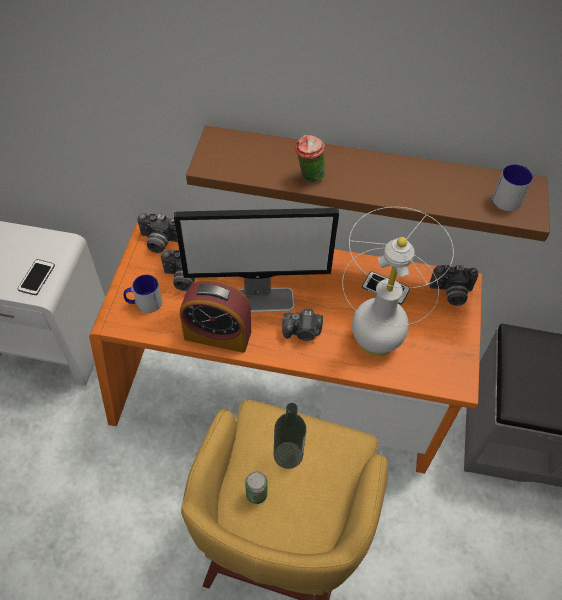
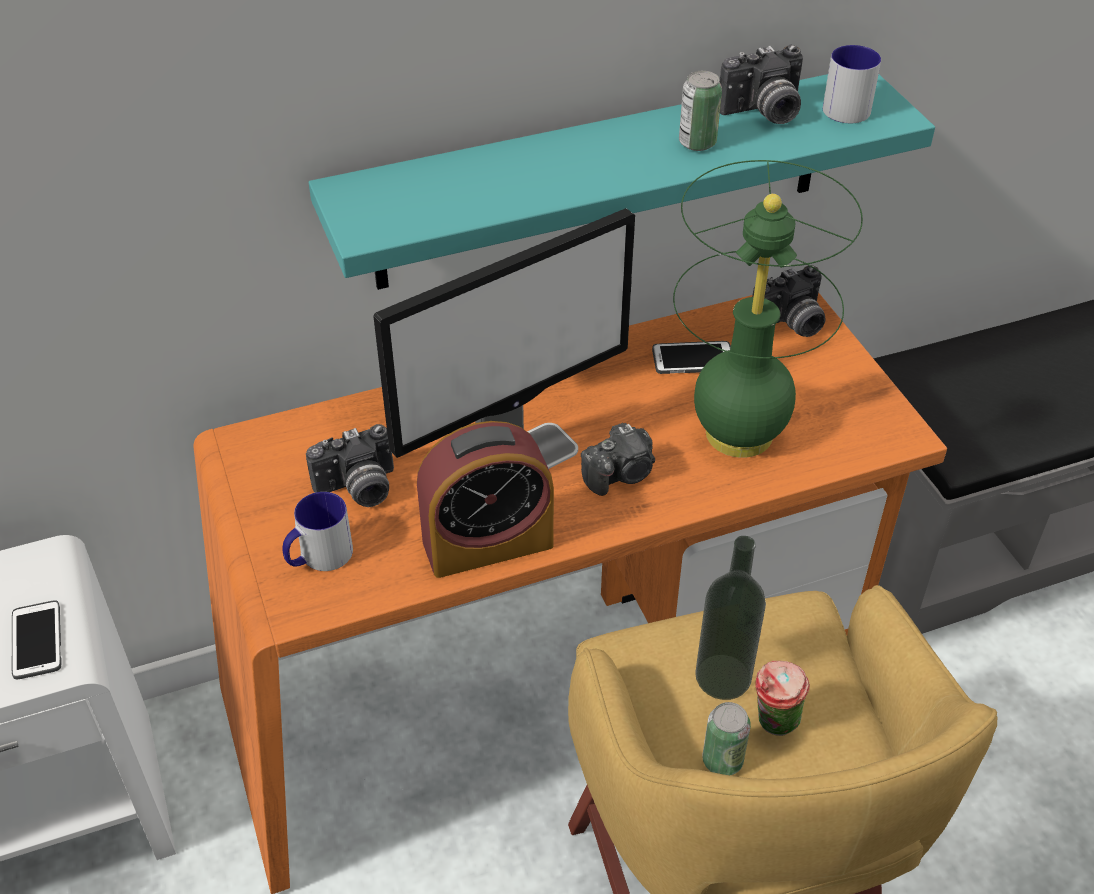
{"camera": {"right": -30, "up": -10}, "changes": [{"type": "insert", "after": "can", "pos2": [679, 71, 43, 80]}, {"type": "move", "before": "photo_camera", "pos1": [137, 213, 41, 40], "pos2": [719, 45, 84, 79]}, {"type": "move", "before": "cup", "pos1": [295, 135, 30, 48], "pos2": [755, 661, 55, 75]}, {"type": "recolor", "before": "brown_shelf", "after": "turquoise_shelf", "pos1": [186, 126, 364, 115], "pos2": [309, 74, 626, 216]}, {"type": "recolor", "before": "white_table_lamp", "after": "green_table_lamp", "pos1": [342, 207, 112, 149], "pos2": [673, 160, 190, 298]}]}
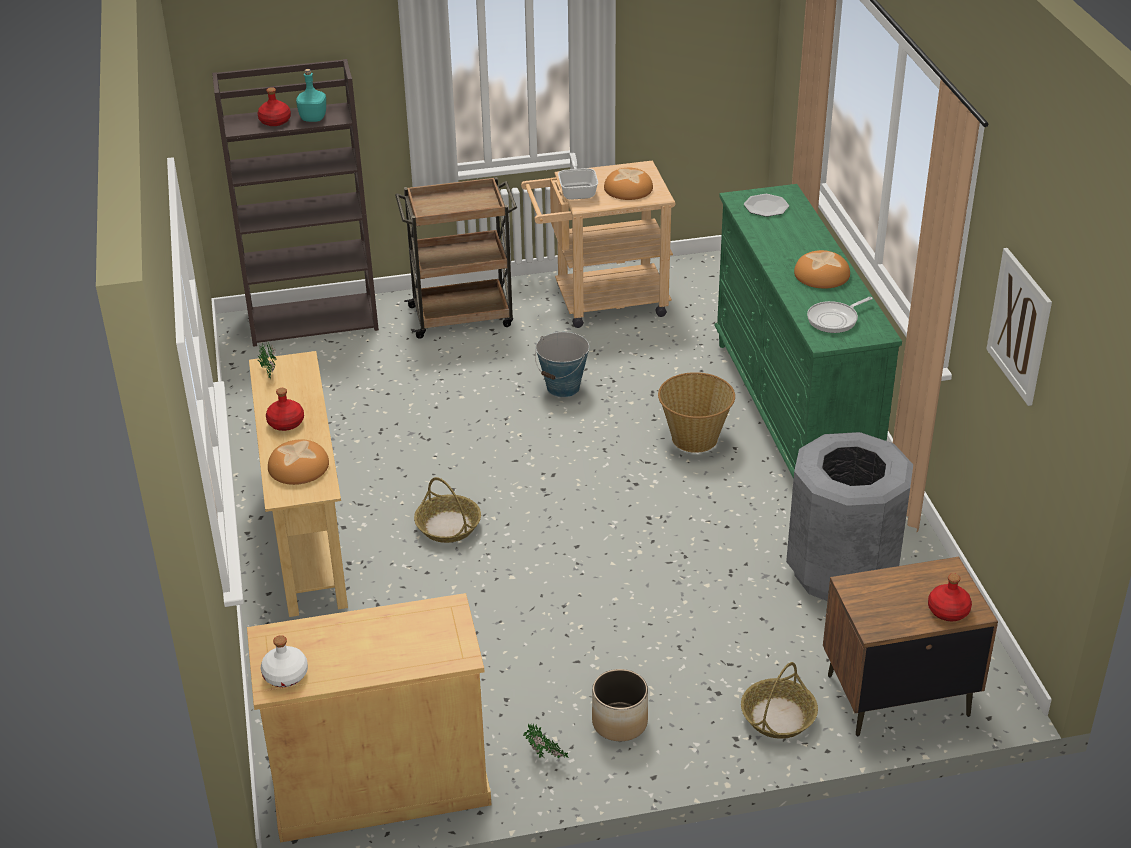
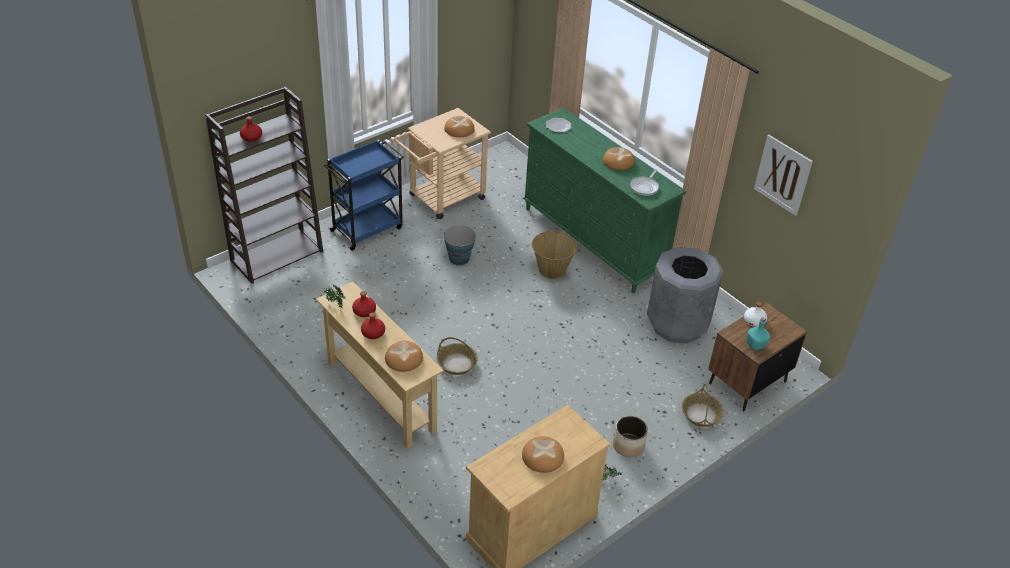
{"camera": {"right": -30, "up": 5}, "changes": [{"type": "delete", "before": "frying_pan", "pos1": [558, 153, 40, 47]}, {"type": "insert", "after": "bread", "pos2": [522, 436, 42, 37]}, {"type": "move", "before": "white_bottle", "pos1": [261, 635, 47, 52], "pos2": [744, 302, 23, 25]}, {"type": "move", "before": "turquoise_bottle", "pos1": [296, 69, 30, 53], "pos2": [747, 317, 23, 33]}, {"type": "move", "before": "red_bottle", "pos1": [928, 573, 44, 48], "pos2": [352, 291, 24, 26]}, {"type": "recolor", "before": "brown_cart", "after": "blue_cart", "pos1": [395, 177, 122, 162], "pos2": [324, 139, 80, 112]}]}
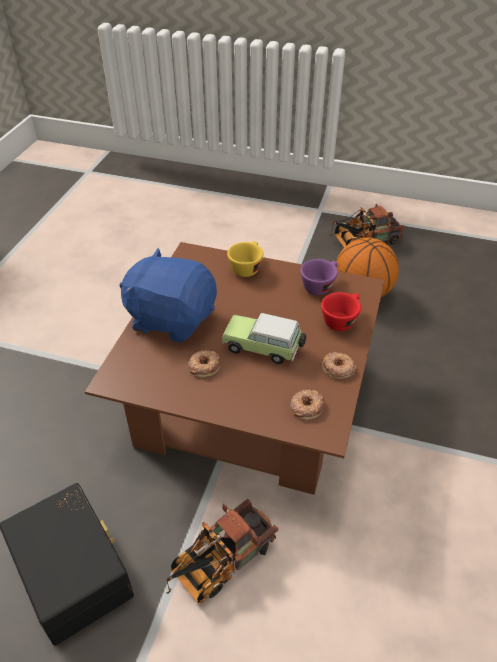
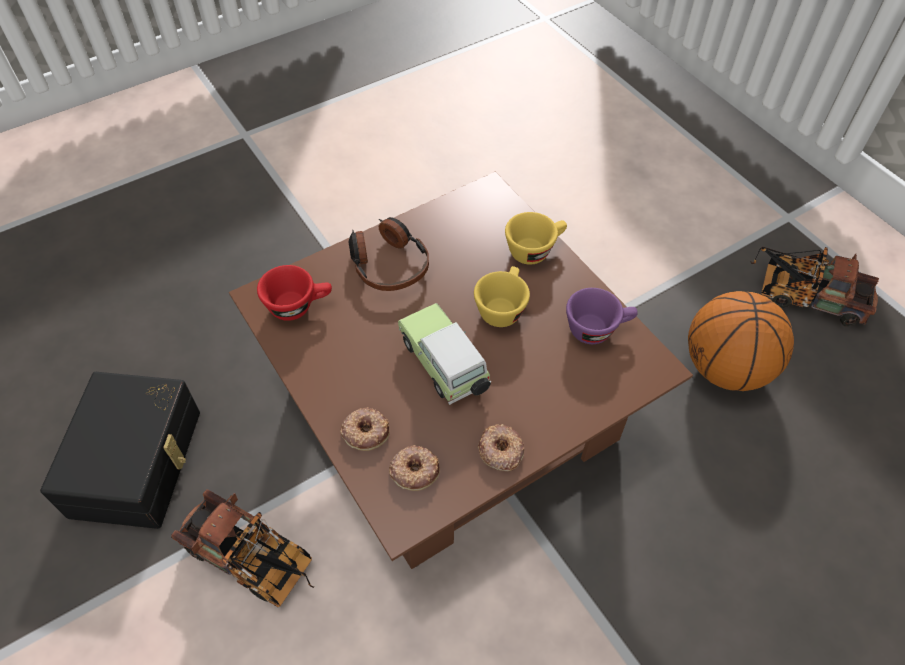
{"camera": {"right": 40, "up": 10}, "changes": [{"type": "insert", "after": "yellow_cup", "pos2": [474, 266, 56, 61]}, {"type": "move", "before": "donut", "pos1": [188, 350, 33, 28], "pos2": [340, 407, 50, 44]}, {"type": "move", "before": "red_cup", "pos1": [321, 292, 40, 39], "pos2": [257, 265, 75, 56]}, {"type": "replace", "before": "blue_plush_toy", "after": "headphones", "pos1": [120, 248, 97, 95], "pos2": [349, 217, 80, 74]}, {"type": "rotate", "before": "toy_truck", "pos1": [166, 499, 112, 105], "pos2": [171, 489, 143, 118], "turn": -150}]}
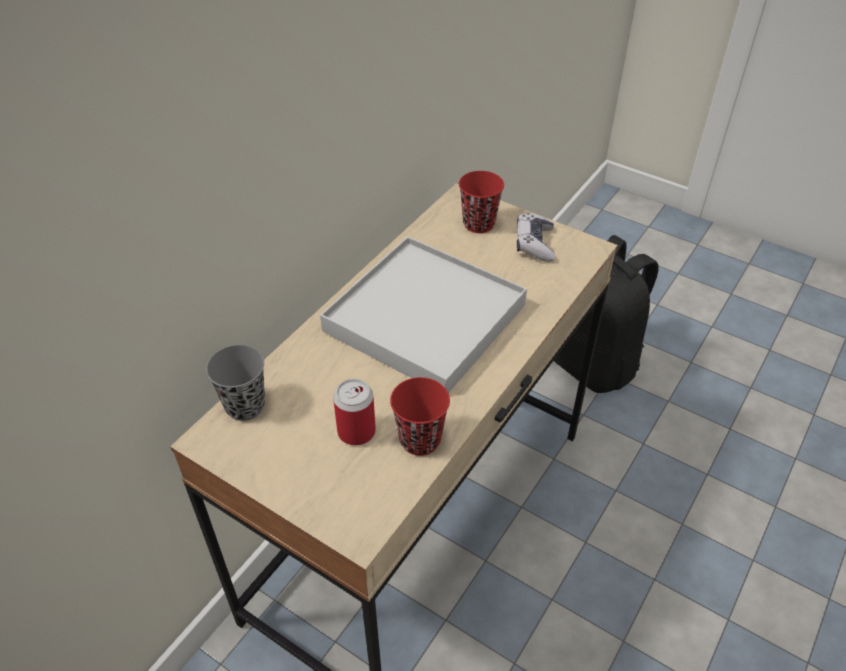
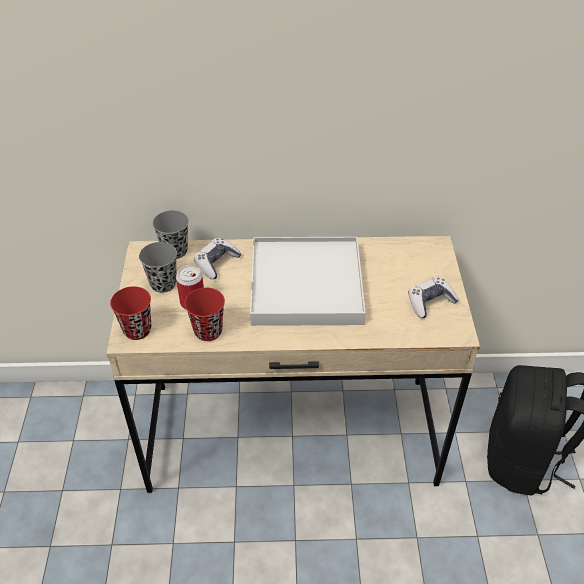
{"camera": {"right": 55, "up": 0}, "changes": [{"type": "insert", "after": "grey_cup", "pos2": [139, 242, 38, 51]}, {"type": "insert", "after": "game_controller", "pos2": [194, 238, 48, 41]}, {"type": "move", "before": "red_cup", "pos1": [459, 171, 45, 62], "pos2": [110, 286, 41, 54]}]}
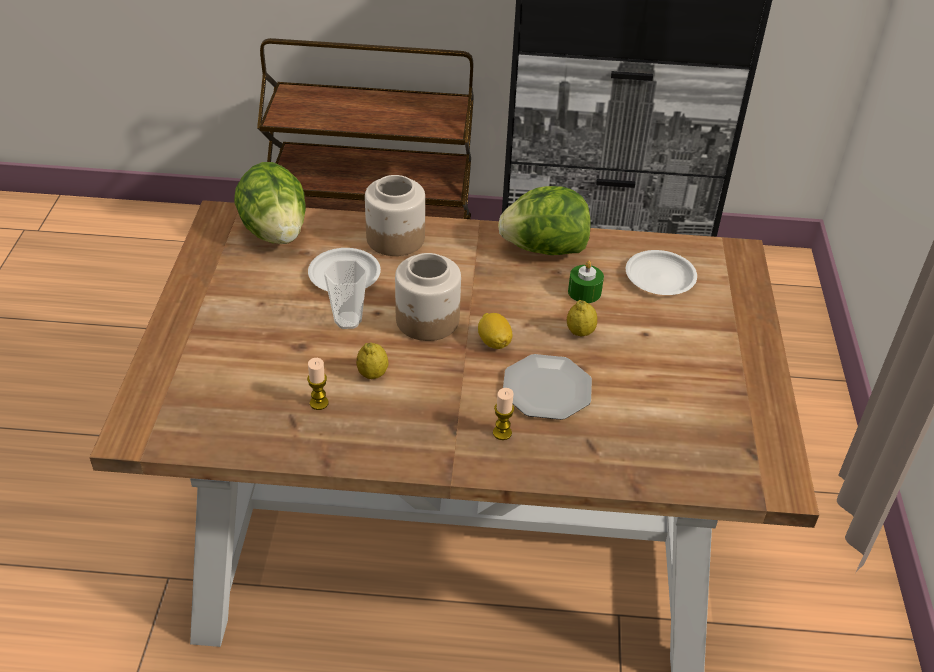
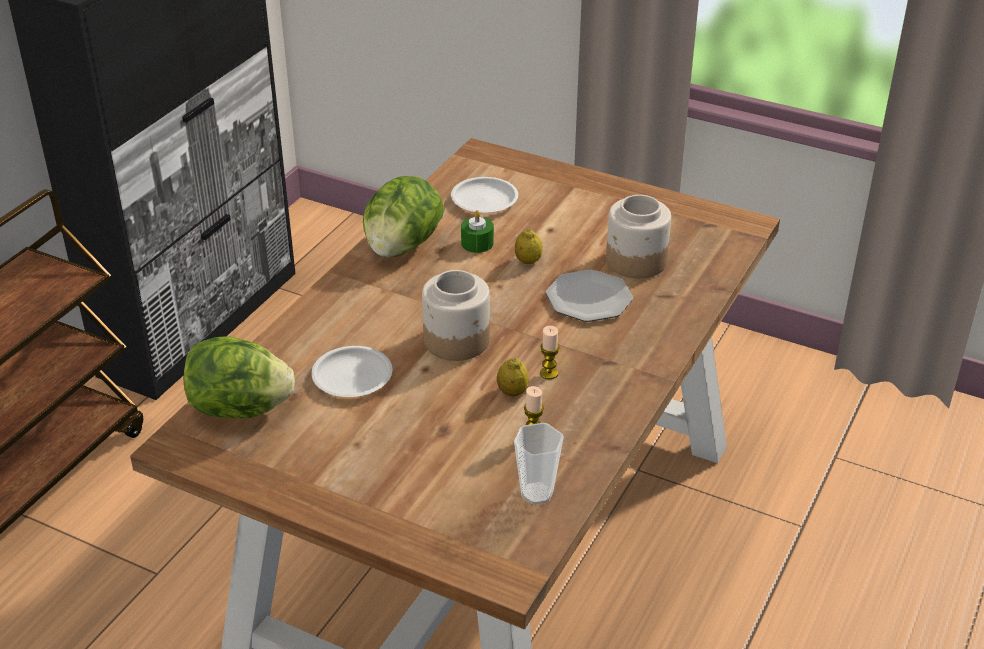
{"camera": {"right": -65, "up": -5}, "changes": [{"type": "delete", "before": "lemon", "pos1": [478, 313, 34, 36]}, {"type": "move", "before": "cup", "pos1": [324, 260, 43, 69], "pos2": [514, 423, 50, 82]}, {"type": "move", "before": "jar", "pos1": [365, 175, 60, 81], "pos2": [606, 195, 65, 84]}, {"type": "move", "before": "candle", "pos1": [493, 388, 21, 52], "pos2": [540, 326, 19, 53]}]}
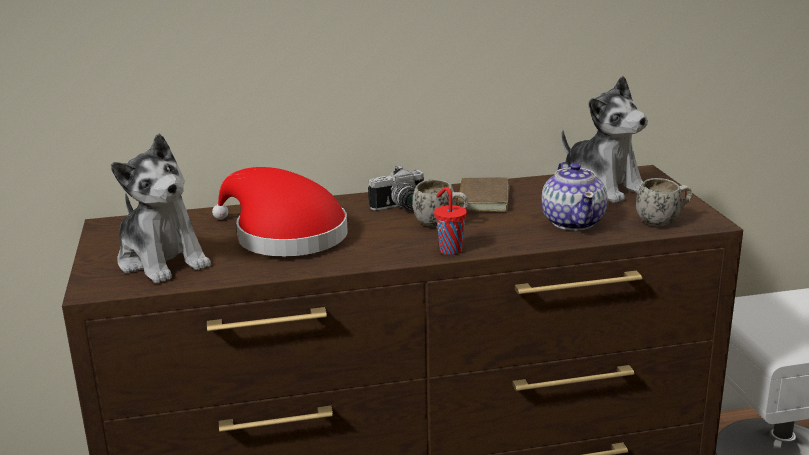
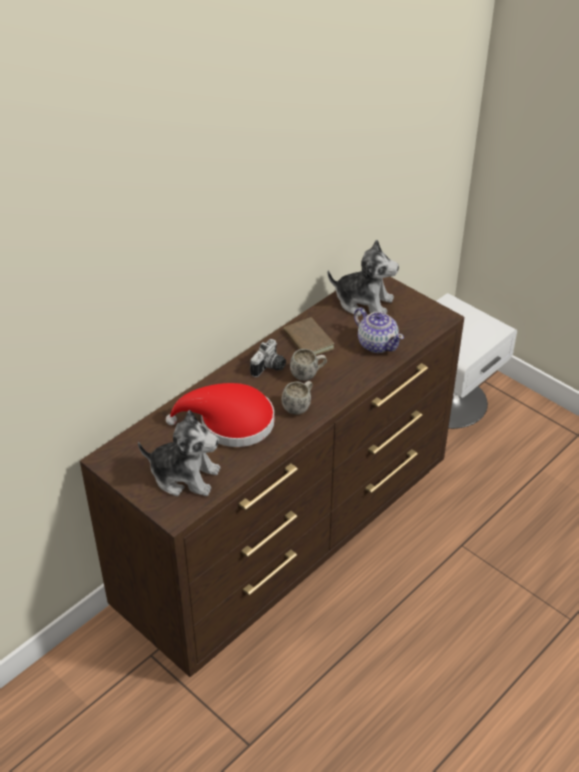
{"camera": {"right": -35, "up": 20}, "changes": [{"type": "delete", "before": "red_cup", "pos1": [434, 187, 33, 68]}, {"type": "move", "before": "white_mug", "pos1": [636, 178, 57, 48], "pos2": [282, 381, 31, 34]}]}
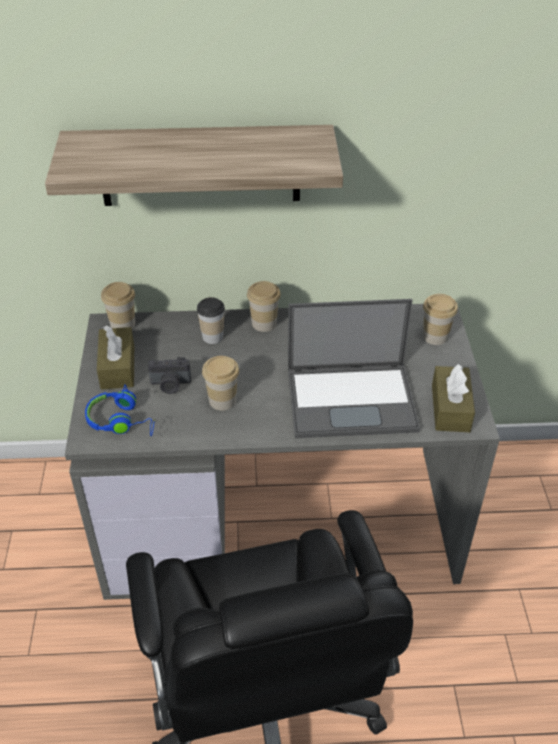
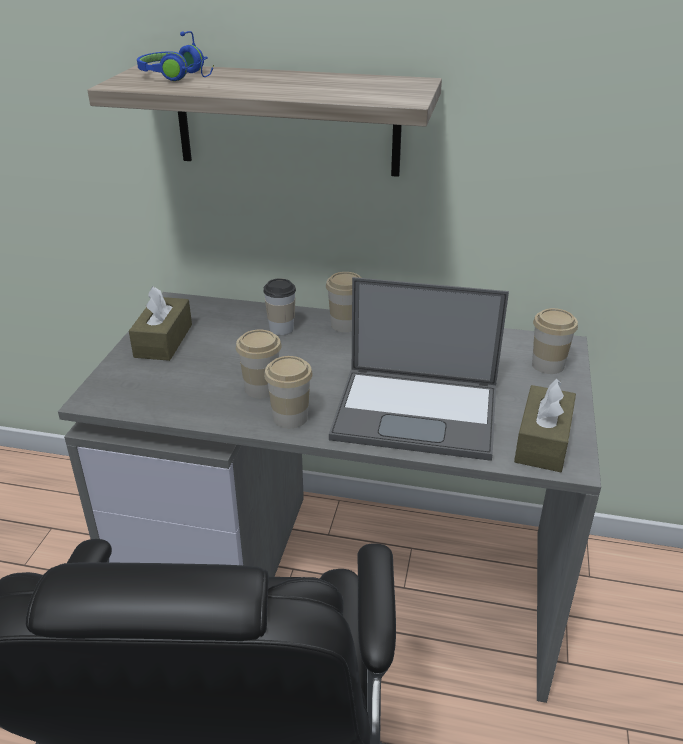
{"camera": {"right": 15, "up": -10}, "changes": [{"type": "delete", "before": "photo_camera", "pos1": [148, 357, 43, 37]}, {"type": "move", "before": "blue_headphones", "pos1": [85, 384, 70, 52], "pos2": [137, 31, 77, 50]}, {"type": "move", "before": "cup", "pos1": [101, 282, 34, 47], "pos2": [264, 356, 49, 72]}]}
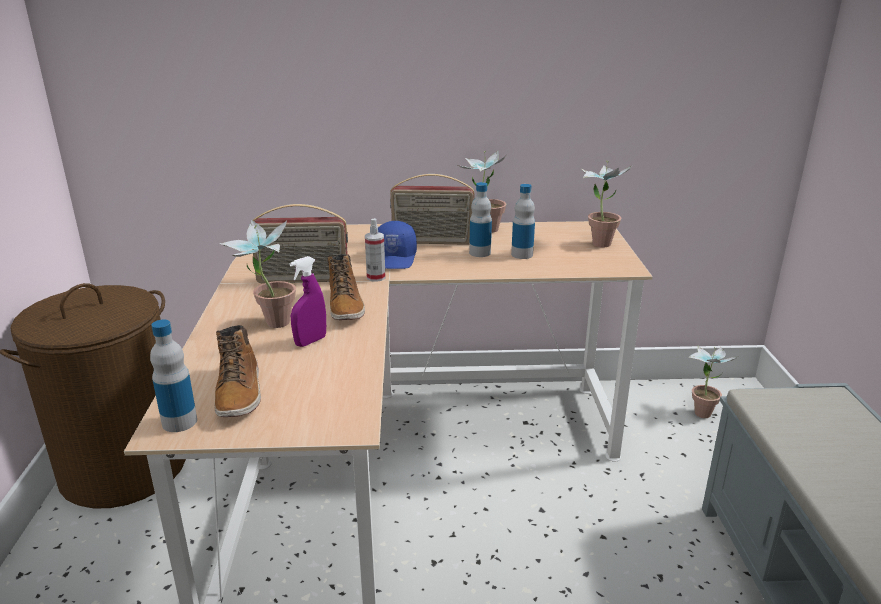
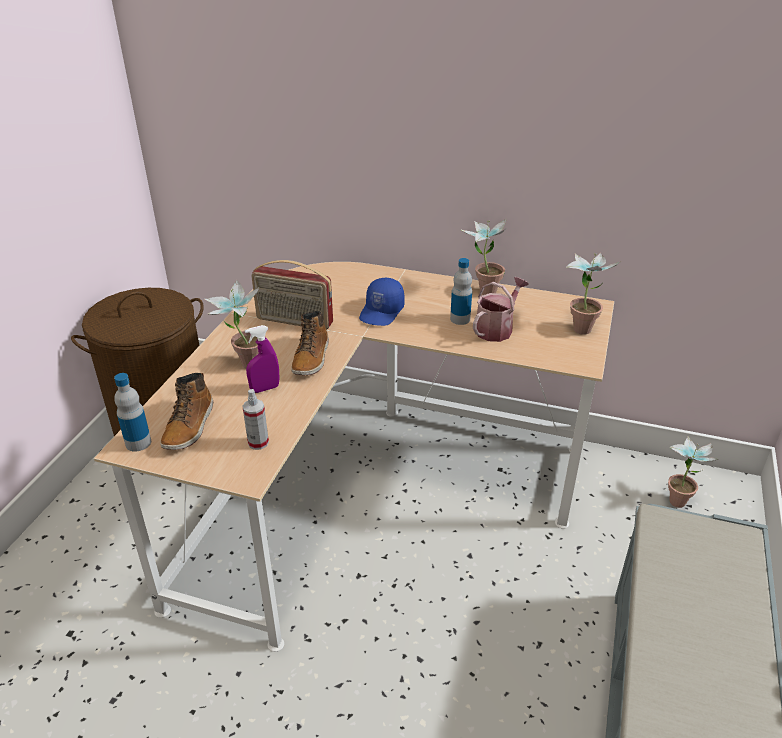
{"camera": {"right": 20, "up": 10}, "changes": [{"type": "delete", "before": "radio", "pos1": [390, 174, 84, 71]}, {"type": "move", "before": "spray_bottle", "pos1": [365, 218, 21, 64], "pos2": [242, 389, 27, 61]}, {"type": "replace", "before": "bottle", "after": "watering_can", "pos1": [511, 184, 24, 75], "pos2": [473, 277, 56, 65]}]}
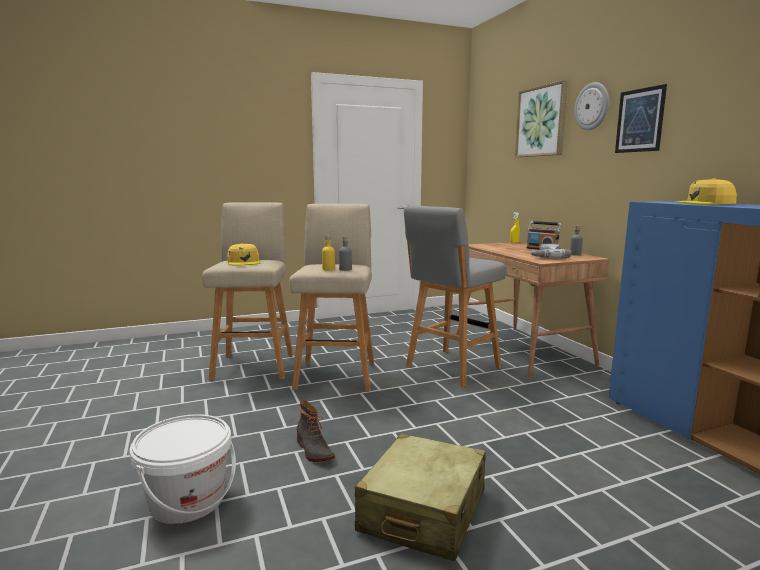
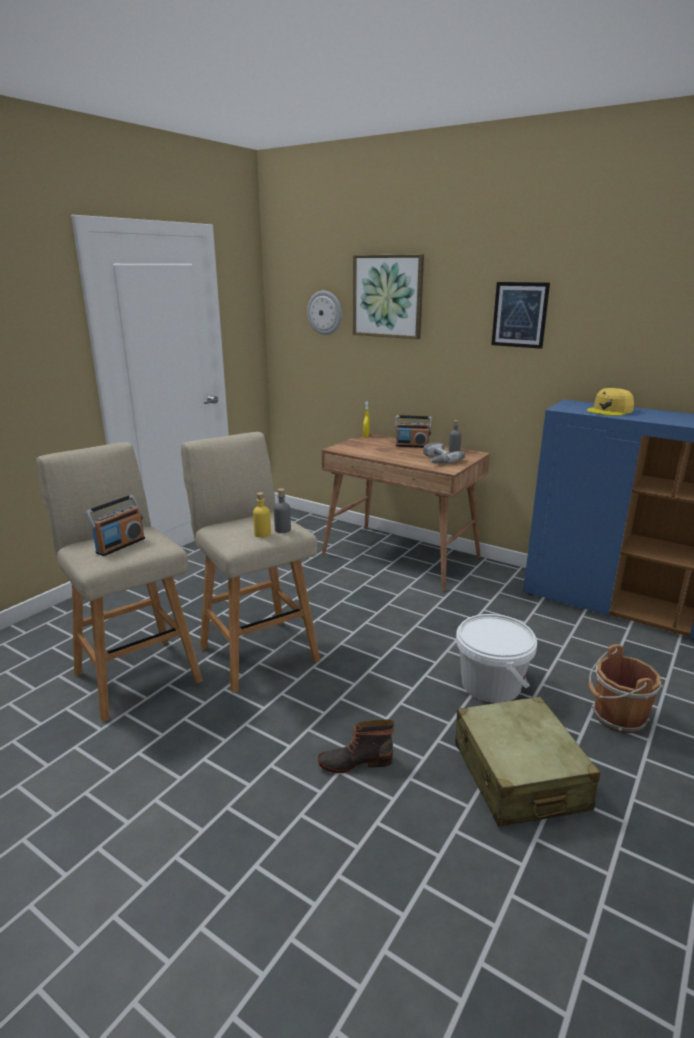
{"camera": {"right": -35, "up": 10}, "changes": [{"type": "delete", "before": "grey_stool", "pos1": [404, 205, 103, 182]}, {"type": "insert", "after": "brown_bucket", "pos2": [588, 644, 75, 89]}, {"type": "move", "before": "white_bucket", "pos1": [130, 414, 106, 110], "pos2": [456, 614, 81, 89]}, {"type": "move", "before": "wall_clock", "pos1": [574, 82, 35, 48], "pos2": [307, 291, 35, 44]}, {"type": "replace", "before": "yellow_cap", "after": "radio", "pos1": [227, 243, 34, 23], "pos2": [85, 495, 60, 61]}, {"type": "rotate", "before": "boot", "pos1": [297, 400, 38, 62], "pos2": [318, 719, 76, 54], "turn": 150}]}
